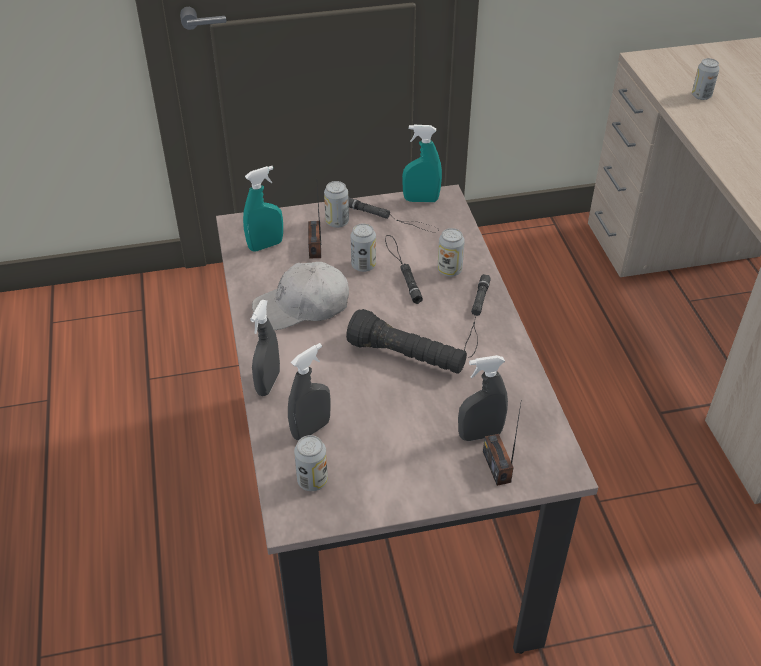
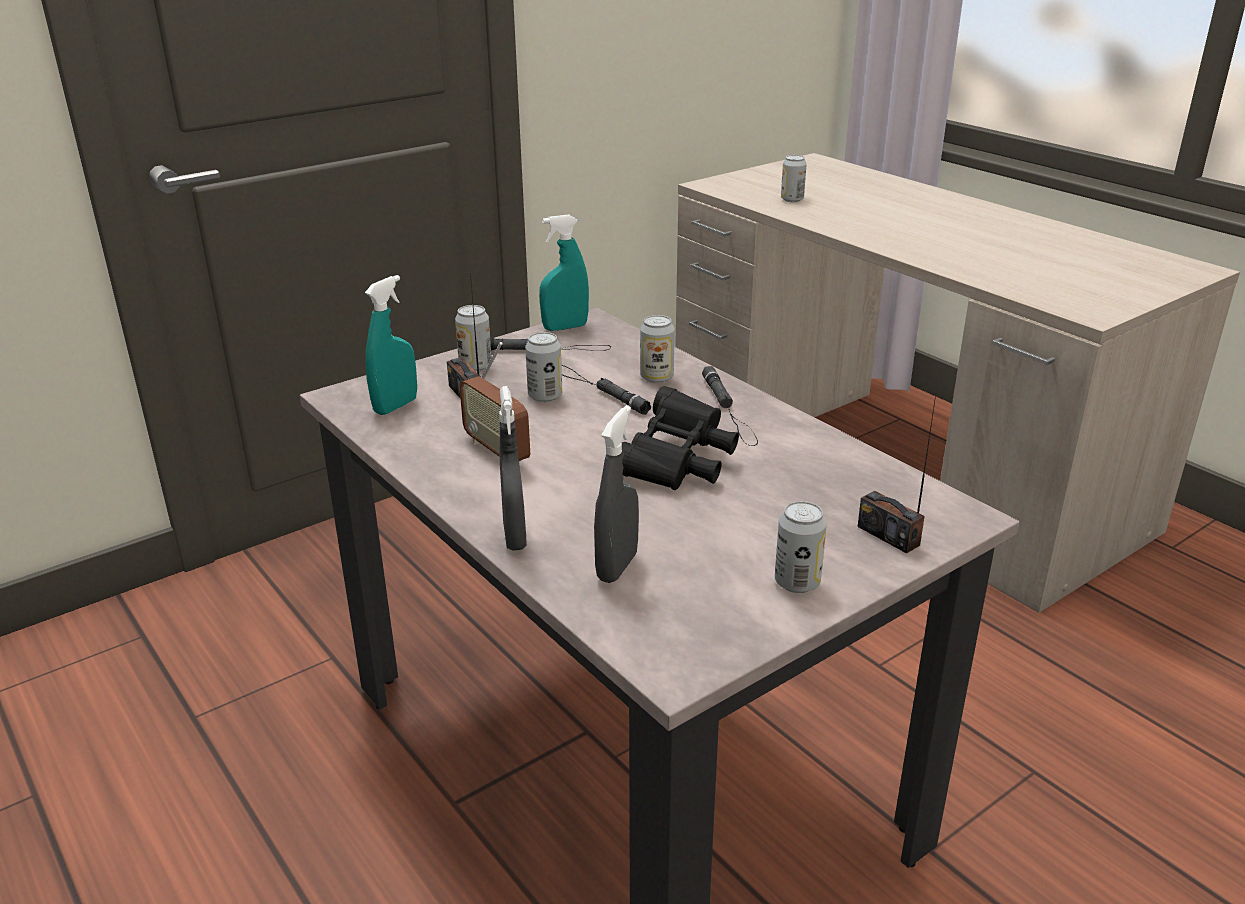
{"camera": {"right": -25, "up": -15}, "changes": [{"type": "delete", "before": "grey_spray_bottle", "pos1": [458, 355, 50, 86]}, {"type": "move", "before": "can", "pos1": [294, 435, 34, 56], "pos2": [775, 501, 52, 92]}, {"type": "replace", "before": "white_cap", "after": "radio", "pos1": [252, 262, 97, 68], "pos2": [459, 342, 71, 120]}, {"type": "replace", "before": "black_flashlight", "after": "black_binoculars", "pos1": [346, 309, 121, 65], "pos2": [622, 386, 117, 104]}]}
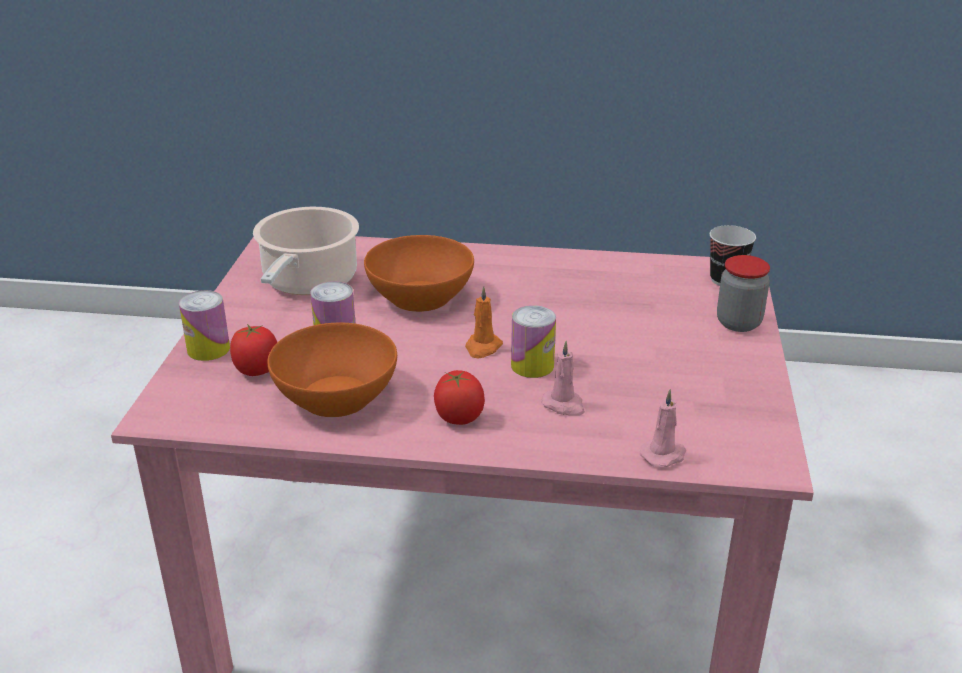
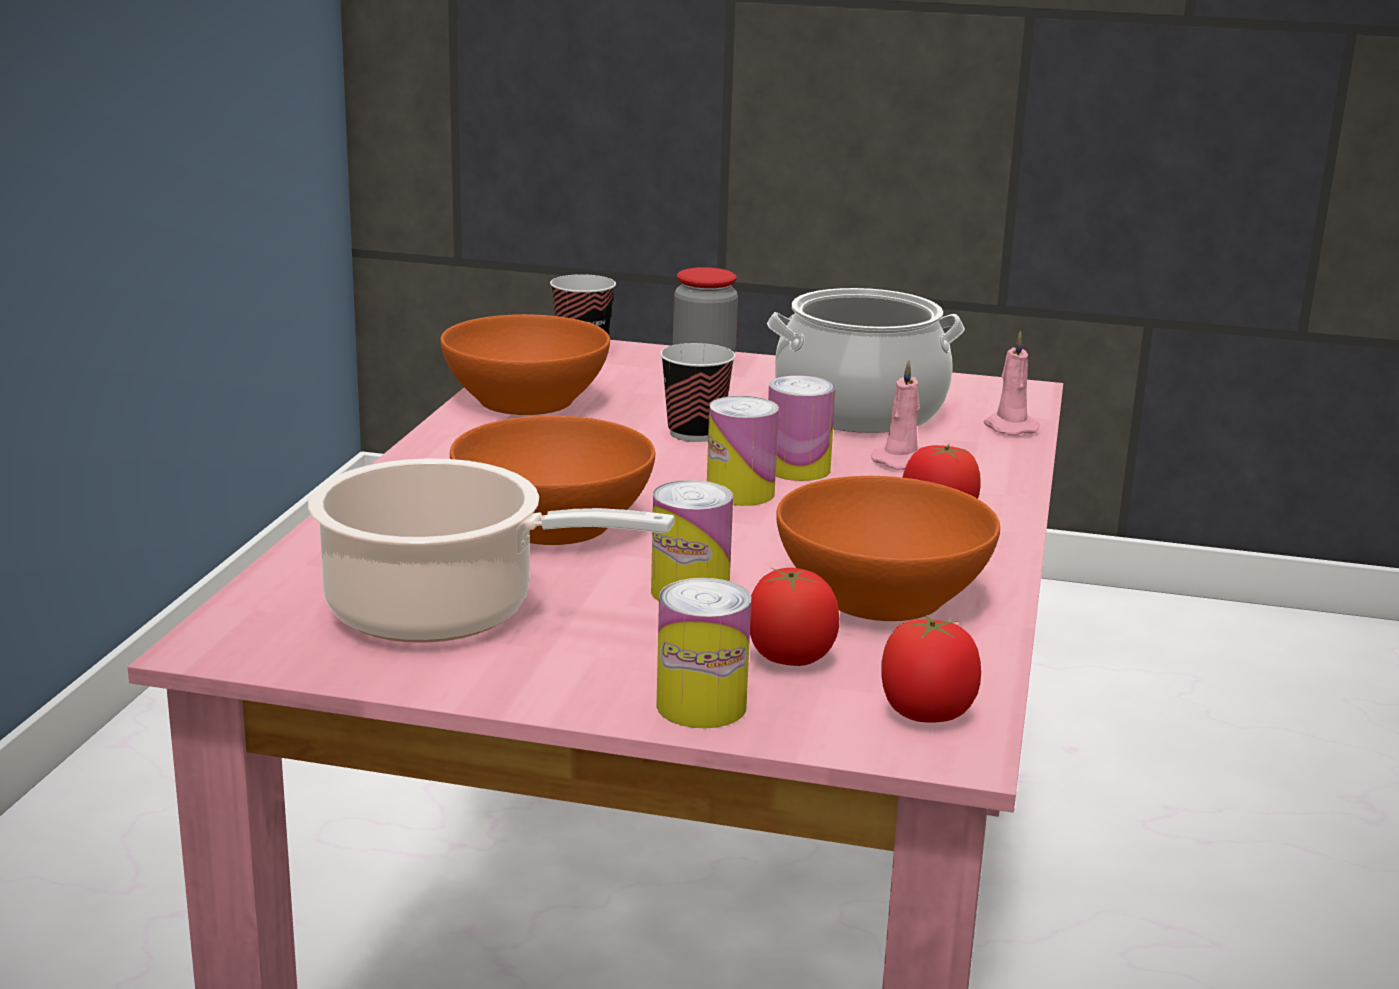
{"camera": {"right": -85, "up": -10}, "changes": [{"type": "insert", "after": "orange_bowl", "pos2": [440, 314, 170, 101]}, {"type": "insert", "after": "cup", "pos2": [660, 343, 76, 99]}, {"type": "insert", "after": "cooking_pot", "pos2": [767, 288, 198, 145]}, {"type": "insert", "after": "tomato", "pos2": [881, 614, 100, 108]}, {"type": "replace", "before": "orange_candle", "after": "can", "pos1": [465, 286, 38, 72], "pos2": [707, 396, 72, 110]}]}
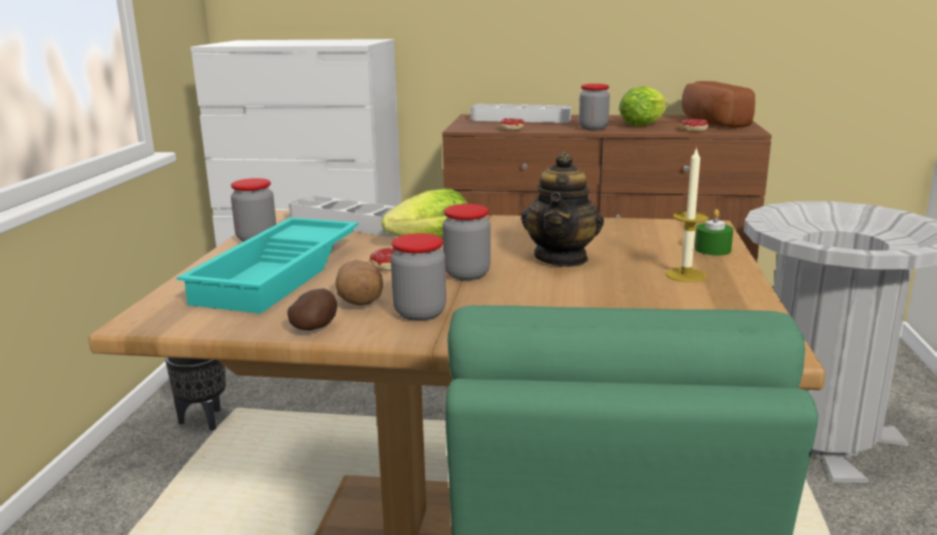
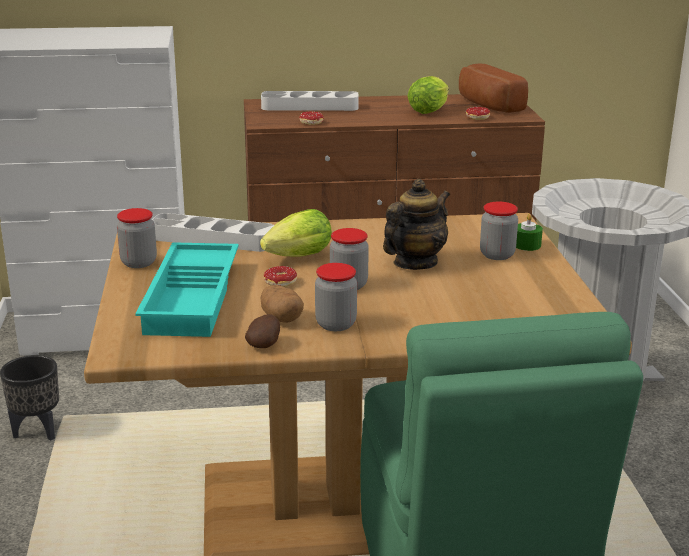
{"camera": {"right": -15, "up": 5}, "changes": [{"type": "delete", "before": "candle", "pos1": [666, 147, 43, 135]}, {"type": "move", "before": "jar", "pos1": [579, 84, 31, 46], "pos2": [480, 202, 38, 58]}, {"type": "rotate", "before": "teapot", "pos1": [521, 151, 83, 116], "pos2": [383, 179, 67, 91], "turn": -135}]}
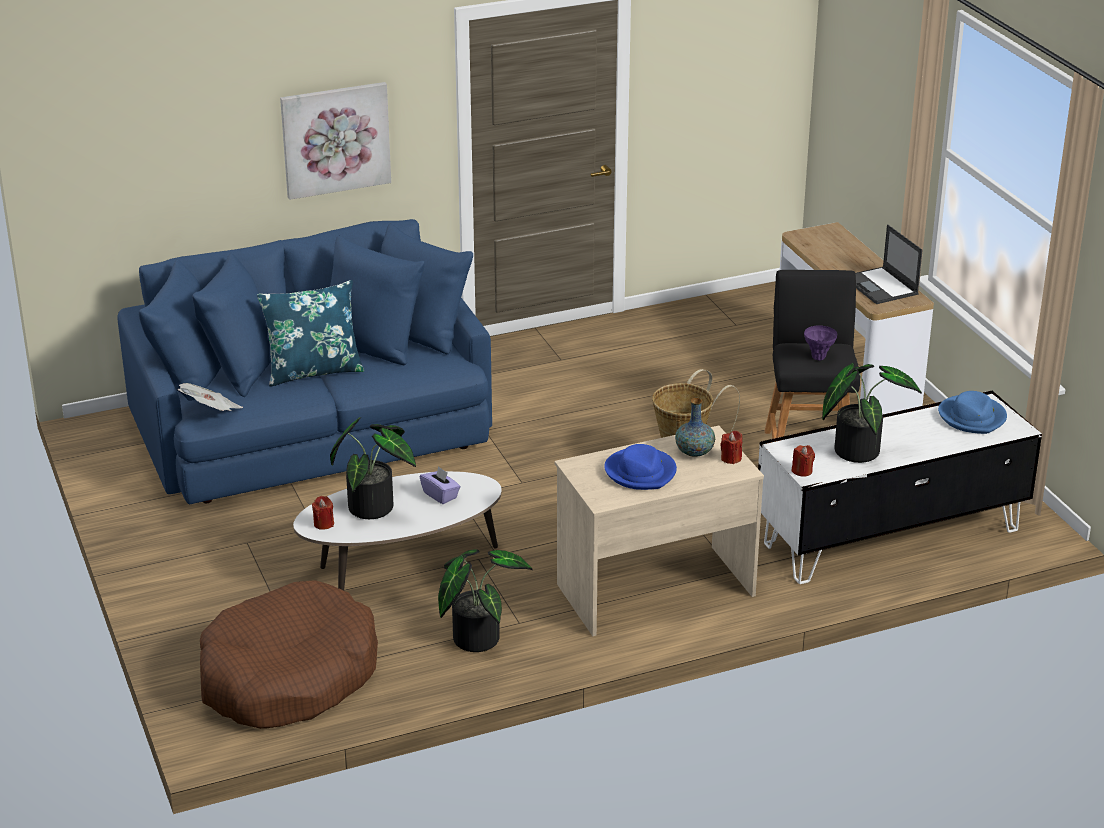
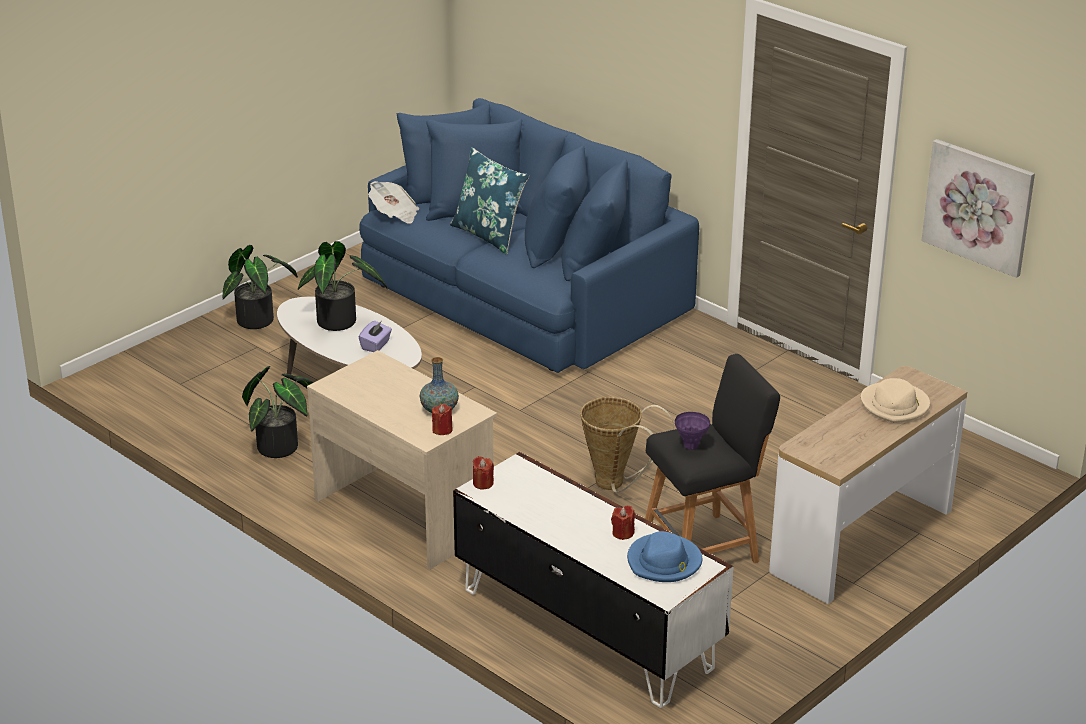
{"camera": {"right": 65, "up": 0}, "changes": [{"type": "delete", "before": "brown_dog_bed", "pos1": [200, 580, 178, 149]}, {"type": "delete", "before": "blue_hat", "pos1": [604, 444, 73, 46]}, {"type": "delete", "before": "laptop", "pos1": [855, 224, 68, 80]}, {"type": "insert", "after": "beige_hat", "pos2": [861, 378, 69, 45]}, {"type": "move", "before": "picture", "pos1": [280, 82, 111, 118], "pos2": [922, 139, 113, 139]}, {"type": "move", "before": "red_candle", "pos1": [312, 496, 22, 34], "pos2": [611, 505, 24, 35]}, {"type": "move", "before": "potted_plant", "pos1": [822, 363, 100, 100], "pos2": [222, 245, 76, 84]}]}
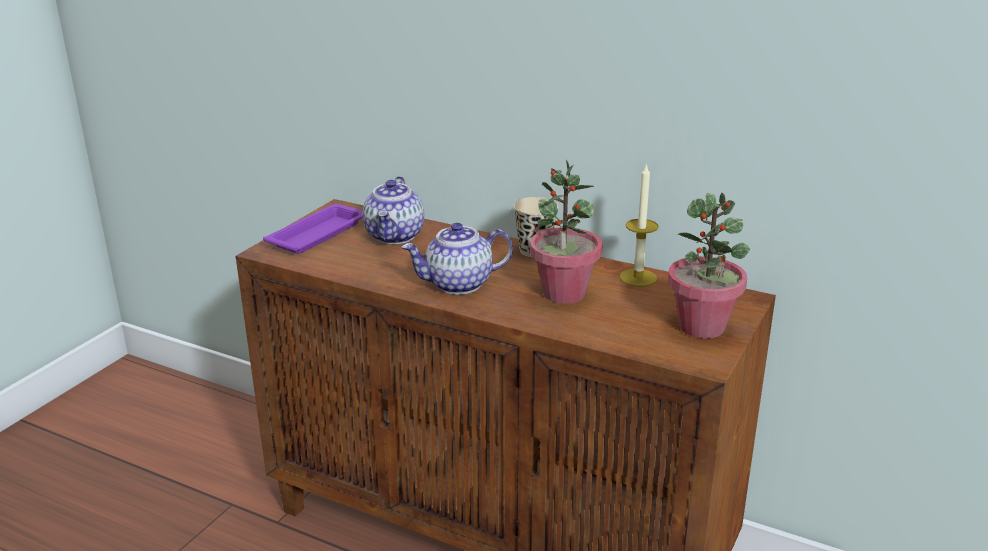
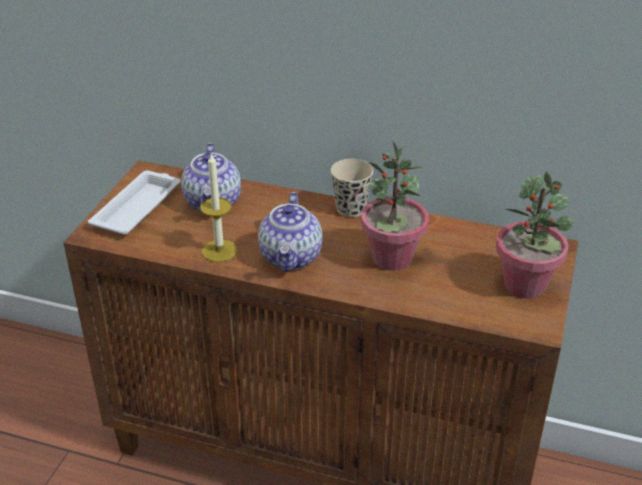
{"camera": {"right": -10, "up": 10}, "changes": [{"type": "move", "before": "candle", "pos1": [620, 163, 39, 124], "pos2": [200, 153, 37, 109]}, {"type": "recolor", "before": "purple_tray", "after": "white_tray", "pos1": [263, 204, 100, 50], "pos2": [88, 171, 93, 63]}, {"type": "rotate", "before": "teapot", "pos1": [402, 223, 111, 72], "pos2": [258, 192, 65, 80], "turn": -60}]}
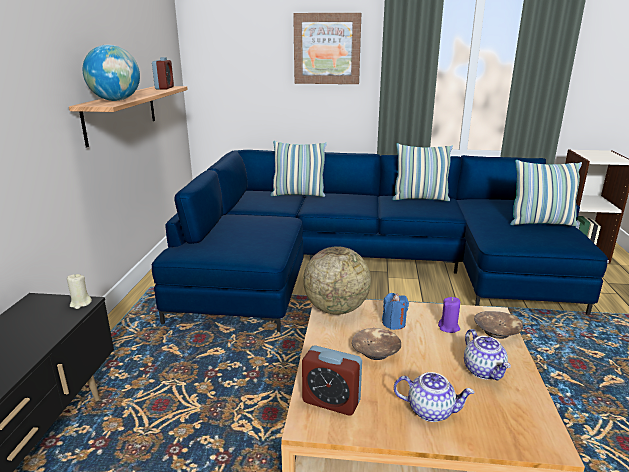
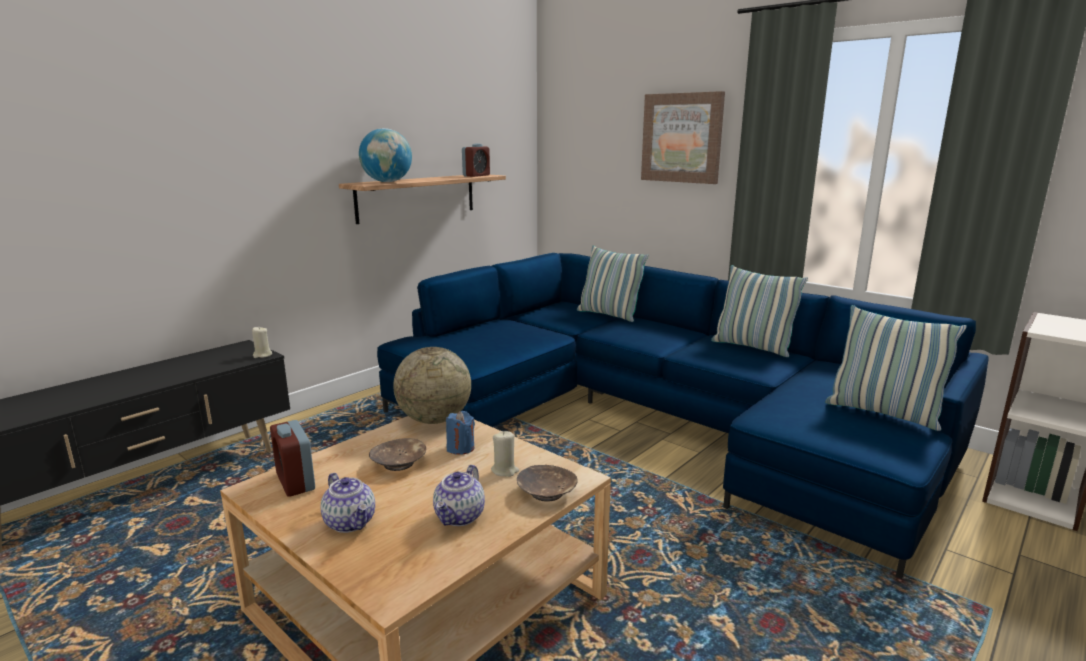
{"camera": {"right": 35, "up": -5}, "changes": [{"type": "recolor", "before": "purple_candle", "after": "beige_candle", "pos1": [438, 297, 22, 36], "pos2": [491, 431, 28, 46]}]}
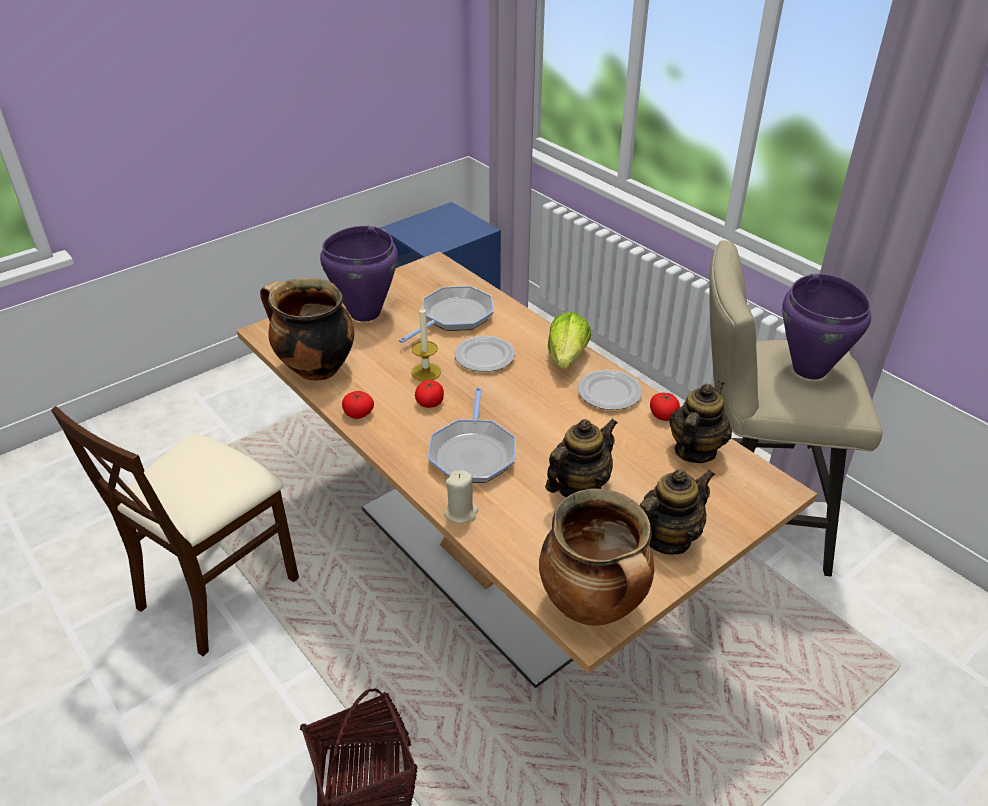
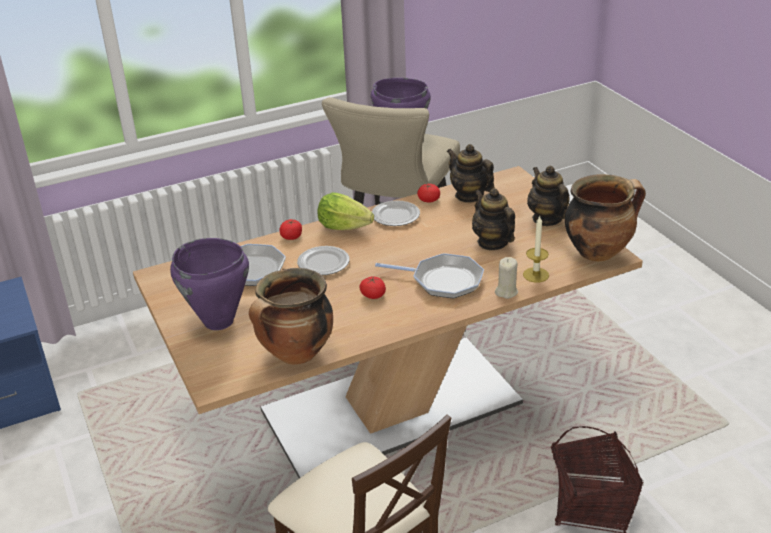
{"camera": {"right": -75, "up": -5}, "changes": [{"type": "move", "before": "tomato", "pos1": [342, 391, 32, 28], "pos2": [279, 219, 23, 21]}, {"type": "move", "before": "candle", "pos1": [411, 305, 30, 76], "pos2": [523, 216, 26, 67]}]}
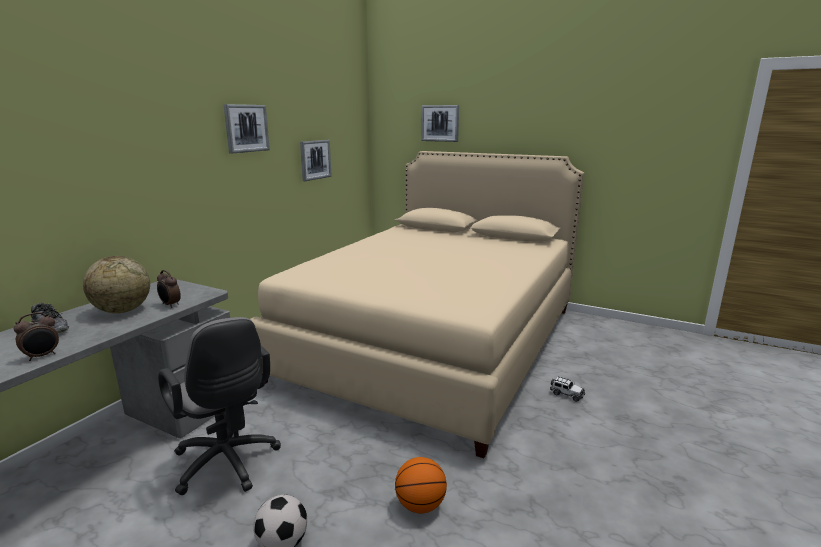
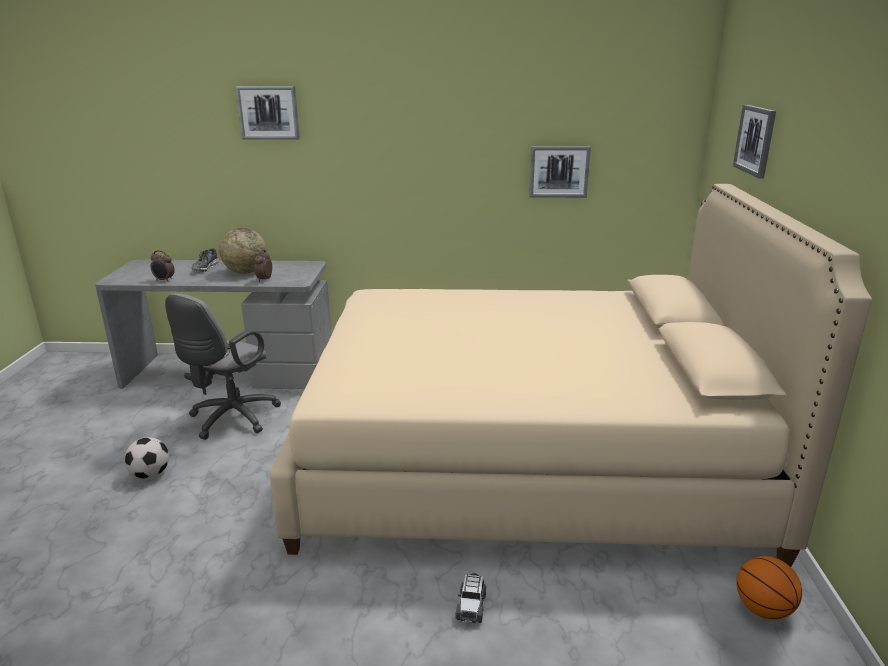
{"camera": {"right": 65, "up": 5}, "changes": [{"type": "move", "before": "picture", "pos1": [223, 104, 47, 50], "pos2": [235, 86, 65, 54]}, {"type": "move", "before": "basketball", "pos1": [395, 457, 52, 56], "pos2": [736, 556, 66, 63]}]}
